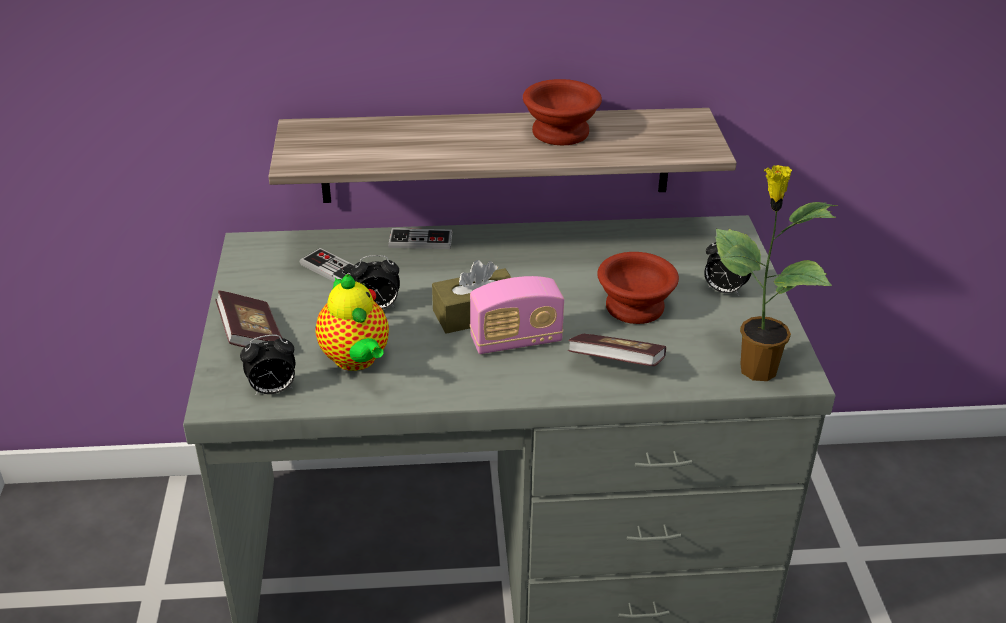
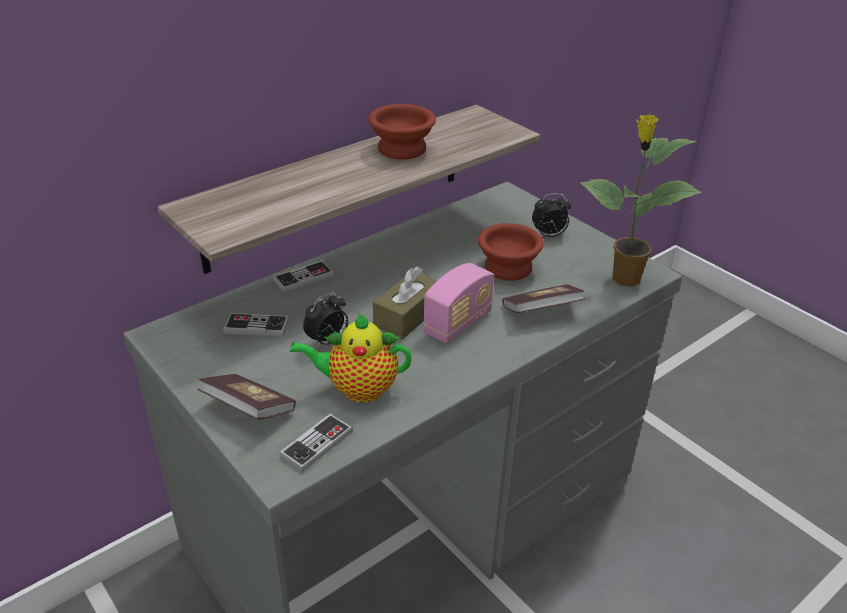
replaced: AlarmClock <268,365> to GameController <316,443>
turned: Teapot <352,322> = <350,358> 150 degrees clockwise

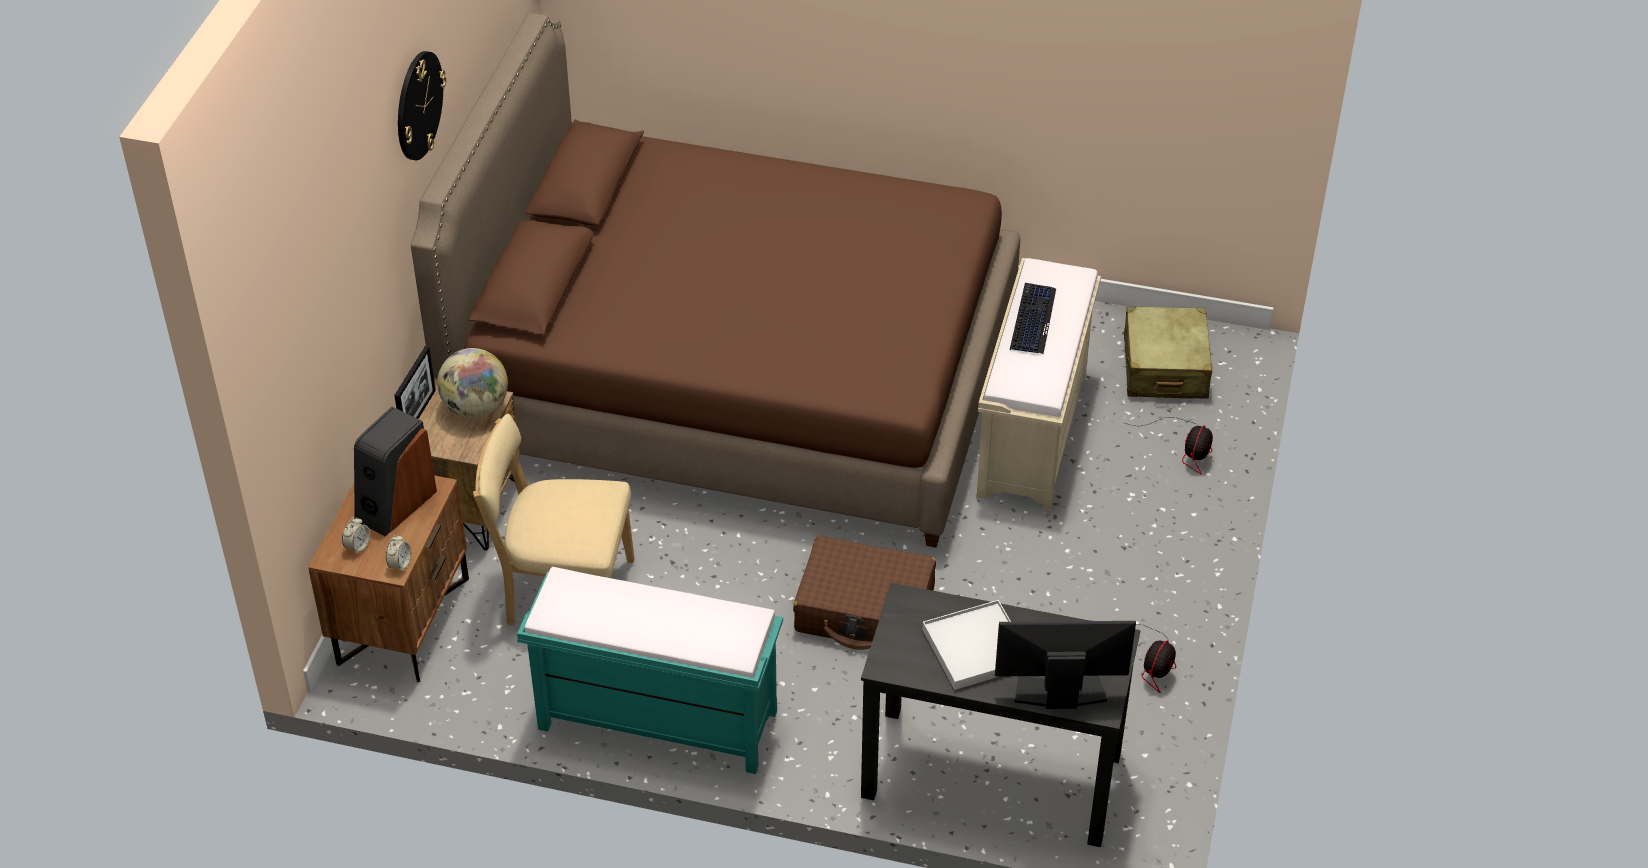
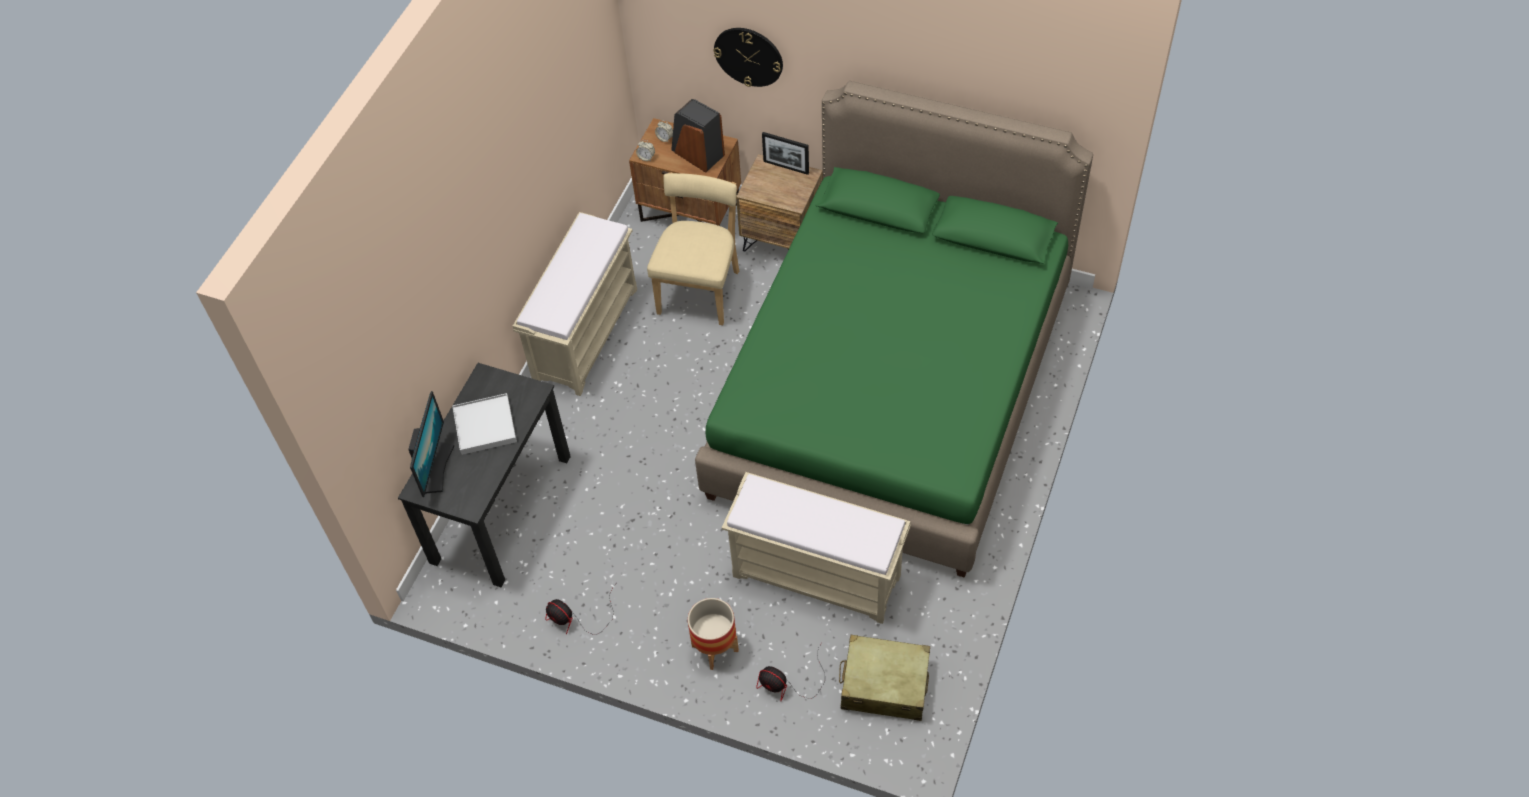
removed: Globe <472,383>; BrownSuitcase <864,593>; Keyboard <1033,318>
added: Planter <713,634>
moved: WallClock <422,105> to <748,57>
recoloured: TurquoiseBench <650,670> to BeigeBench <575,304>; BrownBed <715,280> to GreenBed <894,329>

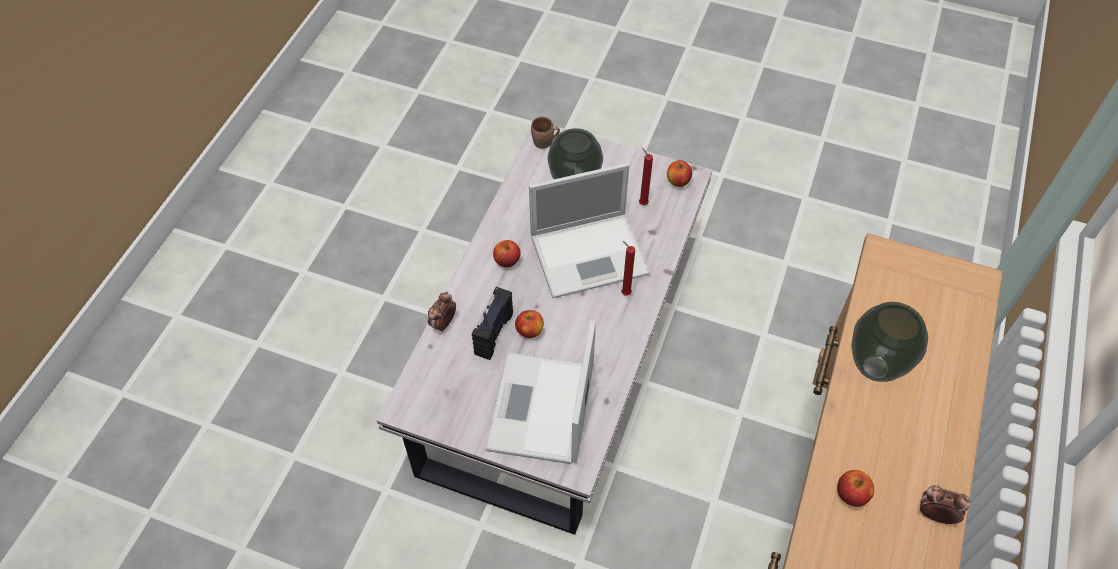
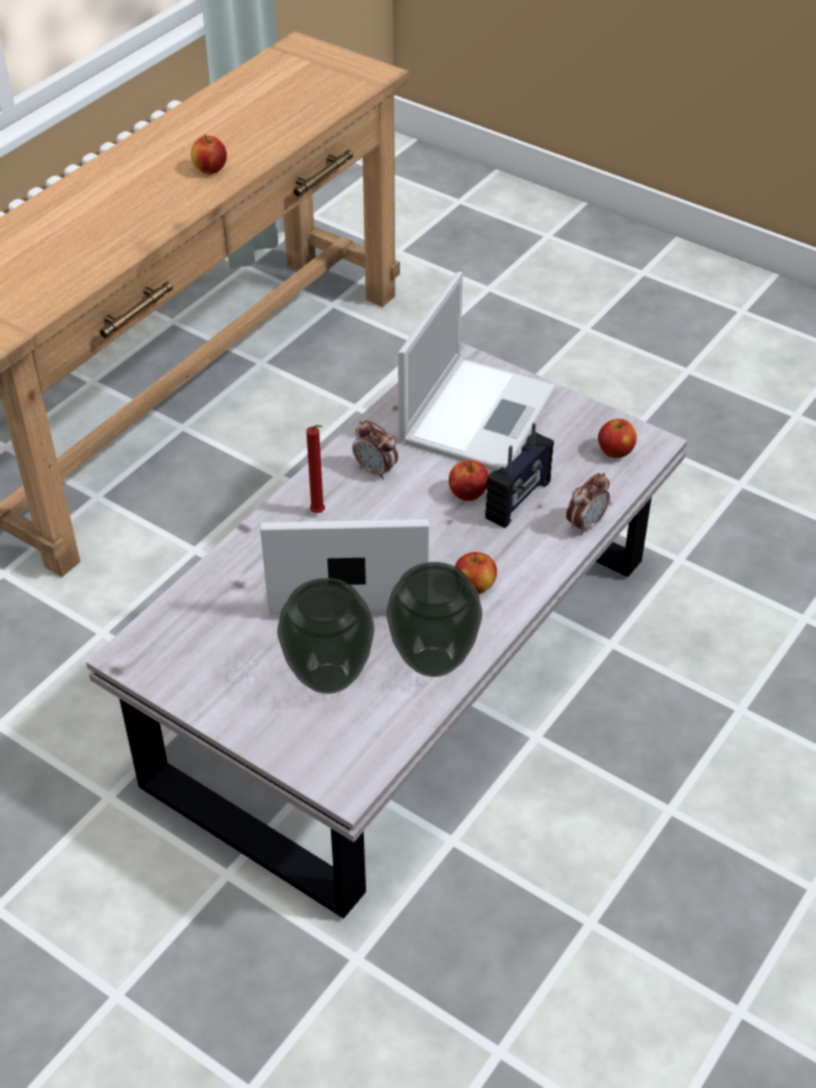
removed: BrownMug <545,133>; RedCandle <646,176>
moved: AlarmClock <945,505> to <375,450>; Vase <890,342> to <434,619>; Apple <679,173> to <617,438>

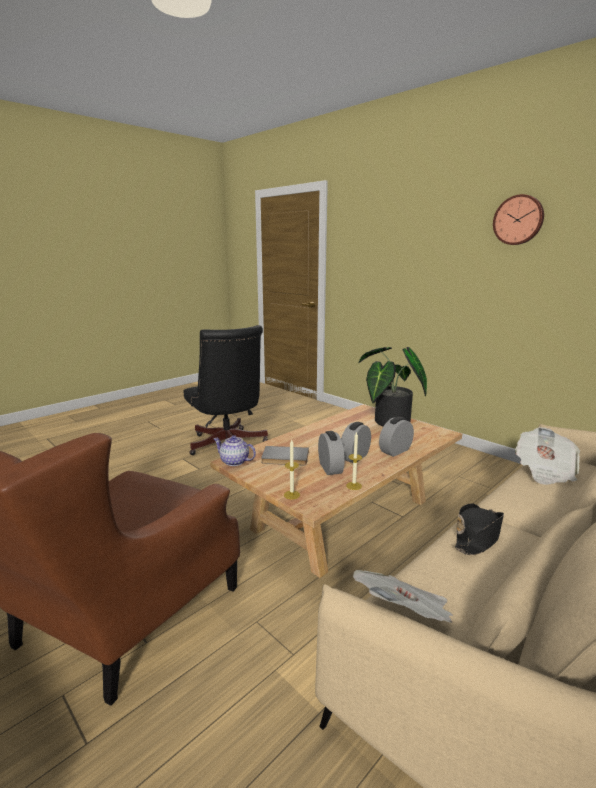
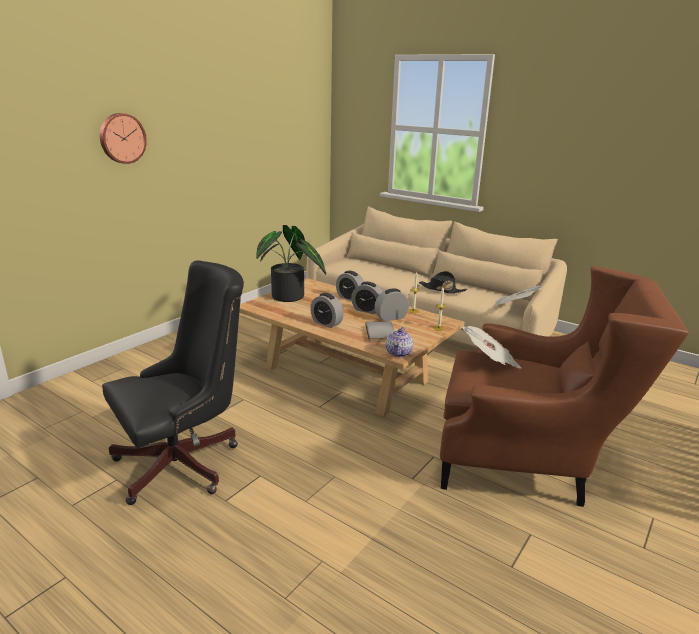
added: AlarmClock <327,310>
moved: WallClock <518,219> to <123,138>; Newspaper <547,456> to <491,347>

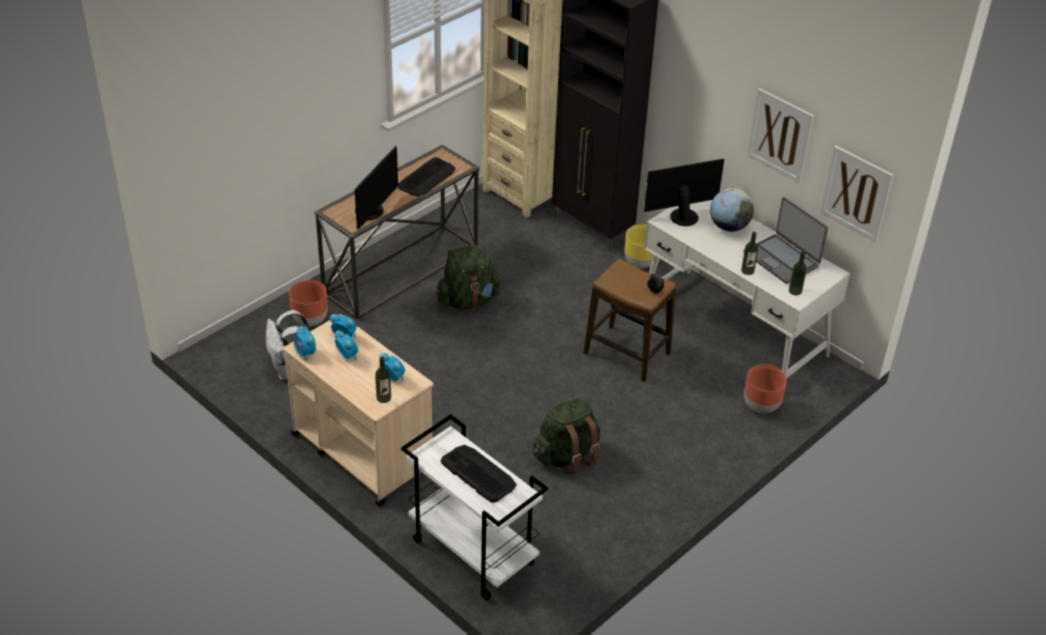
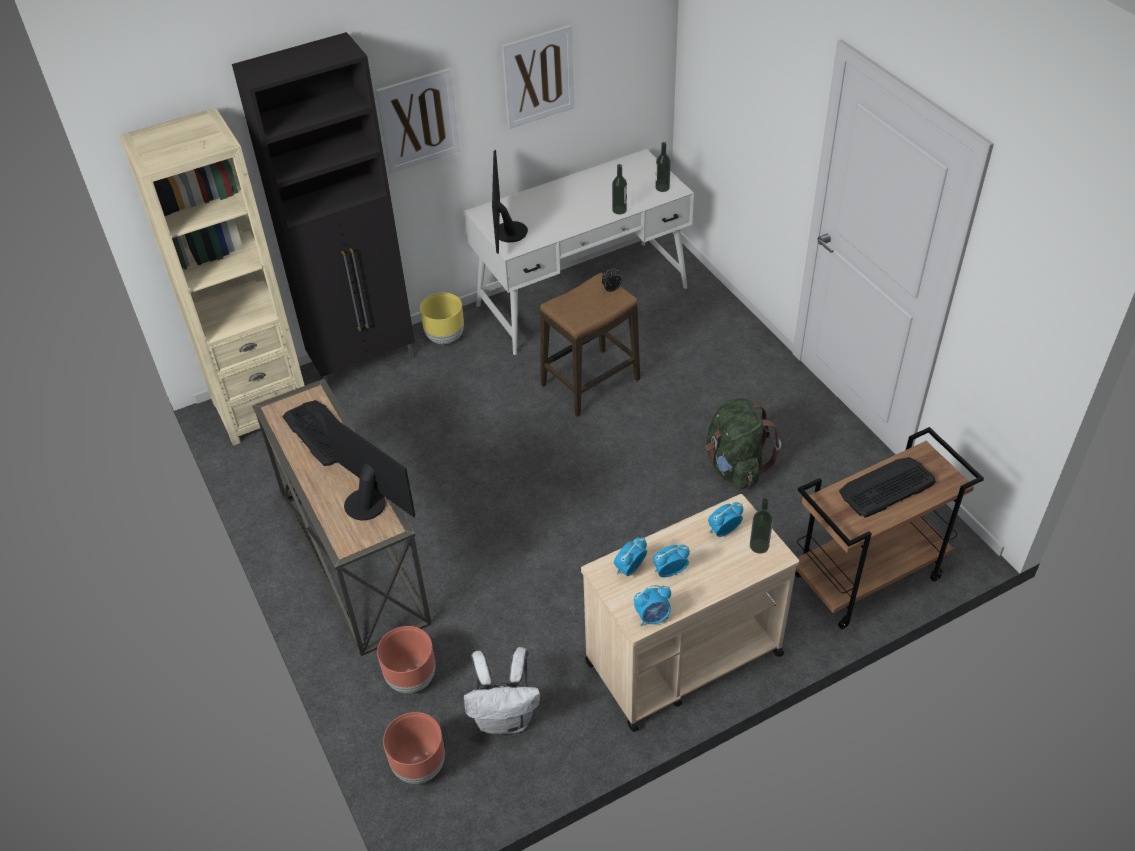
removed: GreenBackpack <468,276>; Globe <732,210>; Laptop <785,240>
moved: Picture <857,194> to <418,120>; BrownPlanter <765,388> to <414,748>
recoloured: WhiteCart <474,507> to BrownCart <889,528>

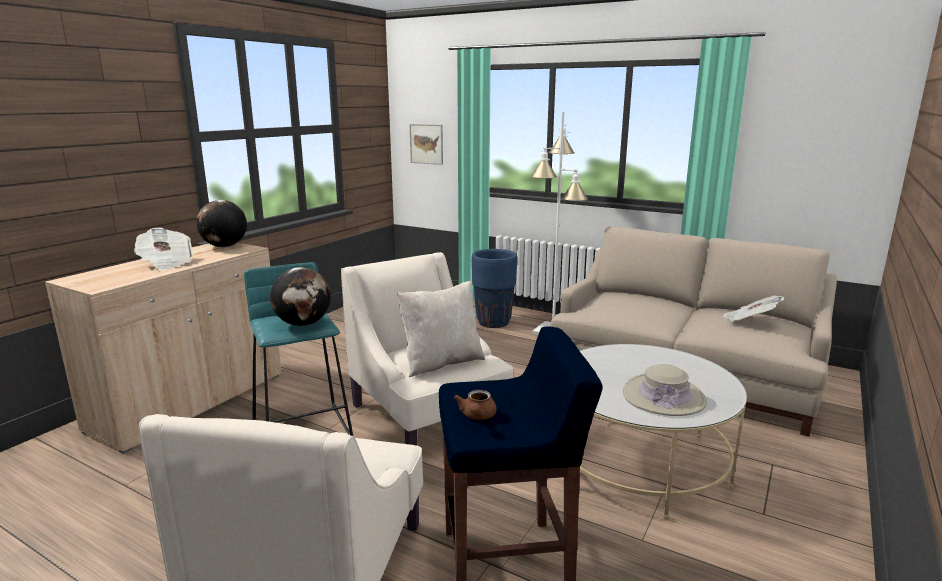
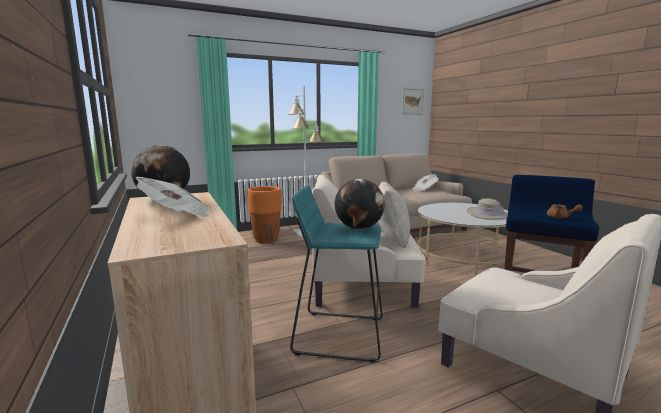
moved: Picture <426,144> to <413,101>
recoloured: BluePlanter <494,288> to OrangePlanter <264,214>

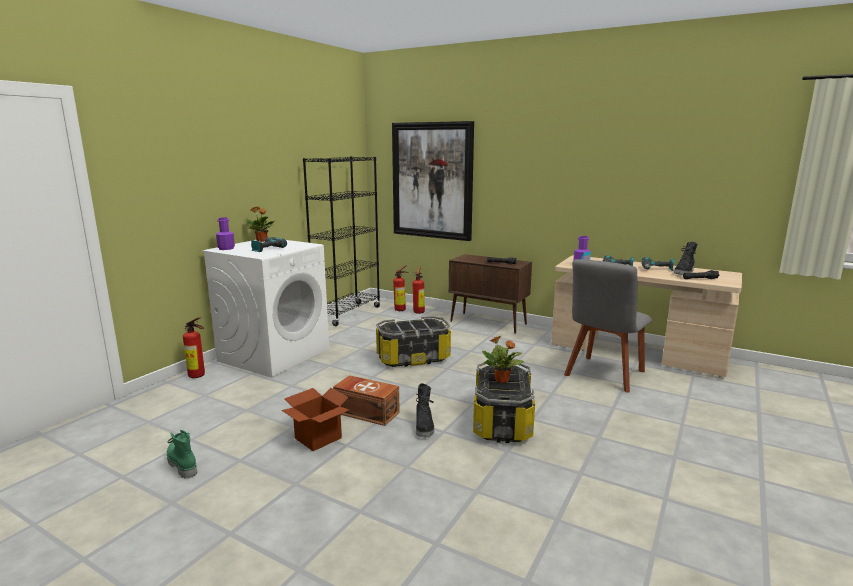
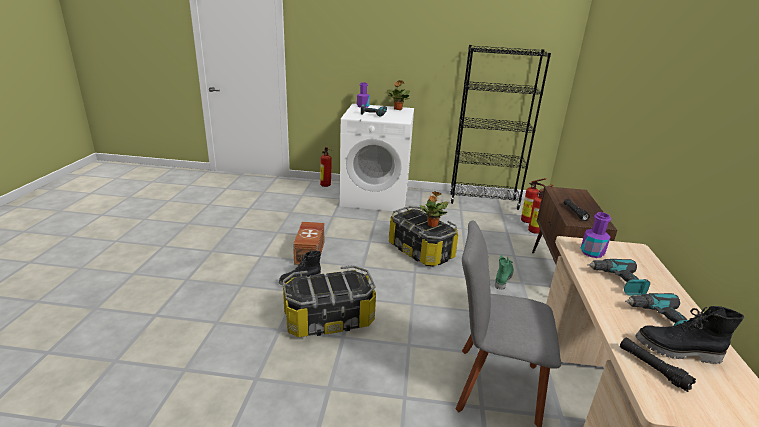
removed: CardboardBox <315,419>; Picture <433,181>
moved: PottedPlant <503,359> to <434,209>; GreenBoot <182,454> to <504,272>

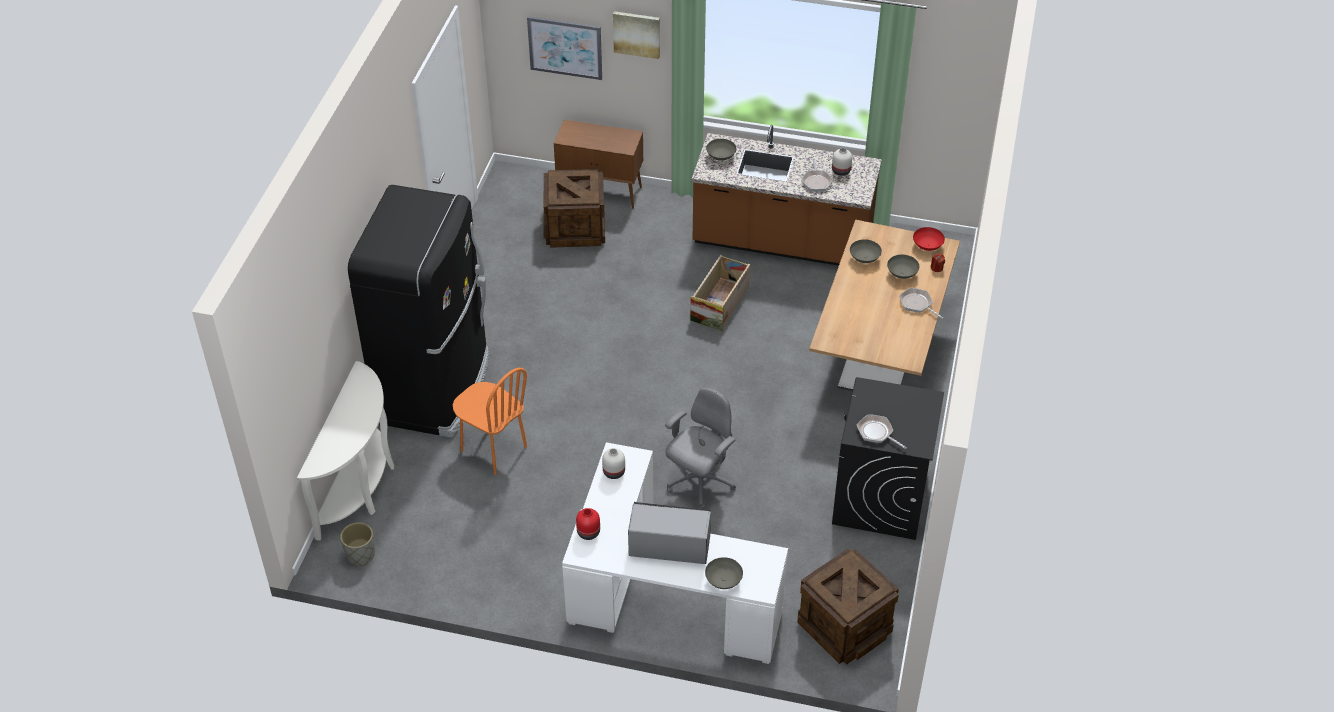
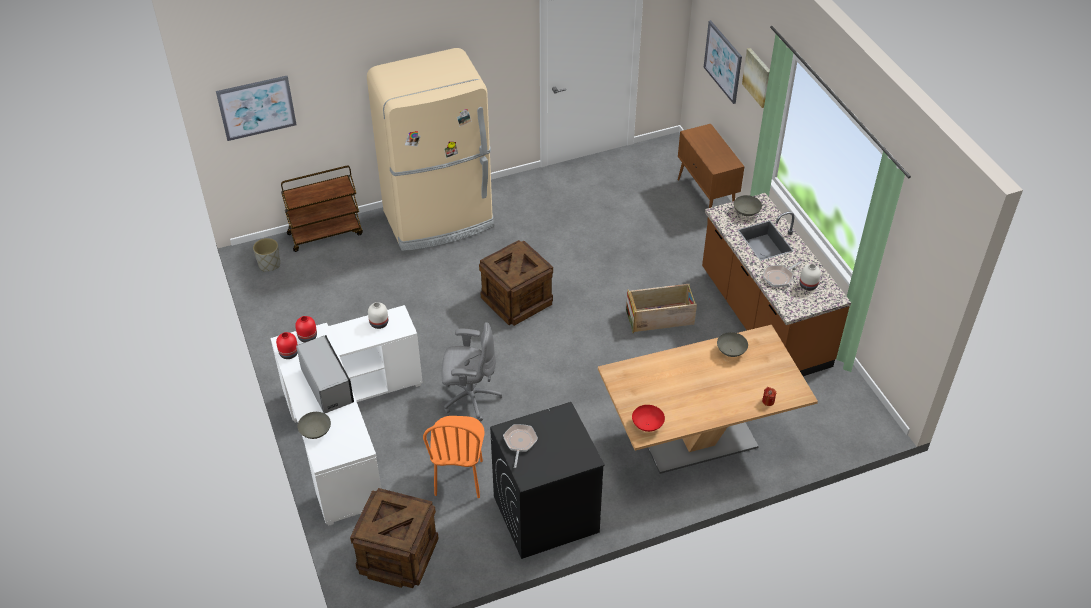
removed: GreyBowl <903,267>; FryingPan <921,303>
added: Picture <256,108>; RedVase <287,345>
moved: OrangeChair <490,421> to <454,457>; Crate <574,208> to <516,283>; RedBowl <929,239> to <648,418>
replaced: WhiteConsoleTable <345,450> to BrownCart <322,209>
recoloured: BlackFridge <418,311> to BeigeFridge <430,149>

